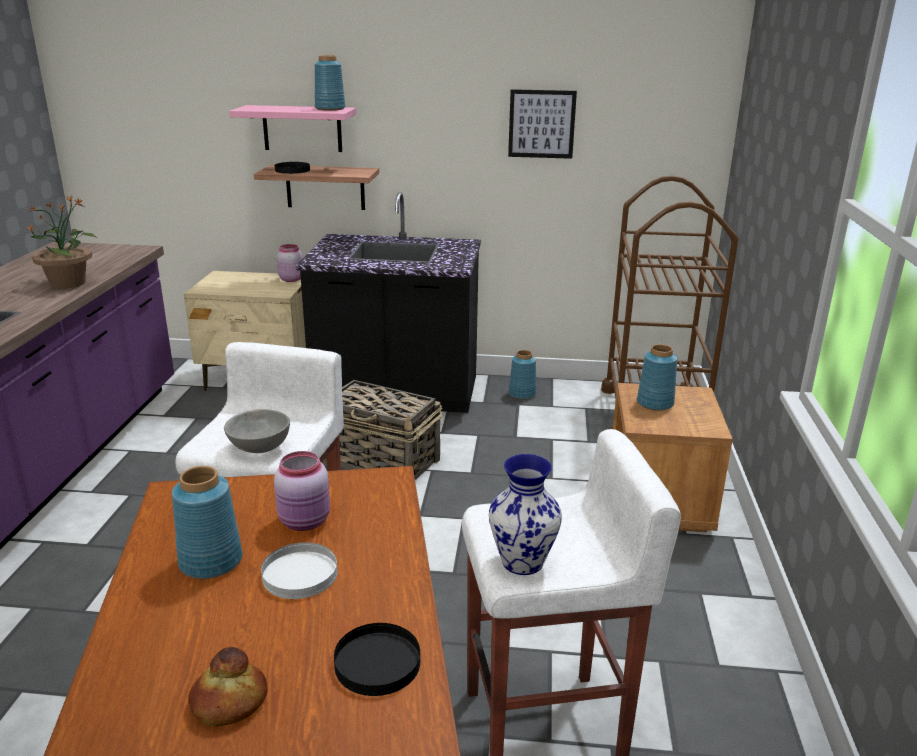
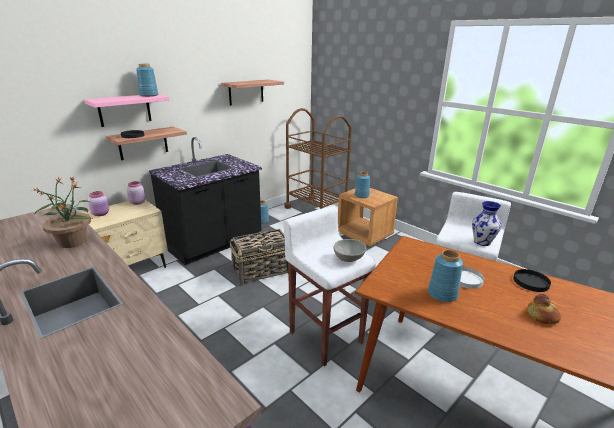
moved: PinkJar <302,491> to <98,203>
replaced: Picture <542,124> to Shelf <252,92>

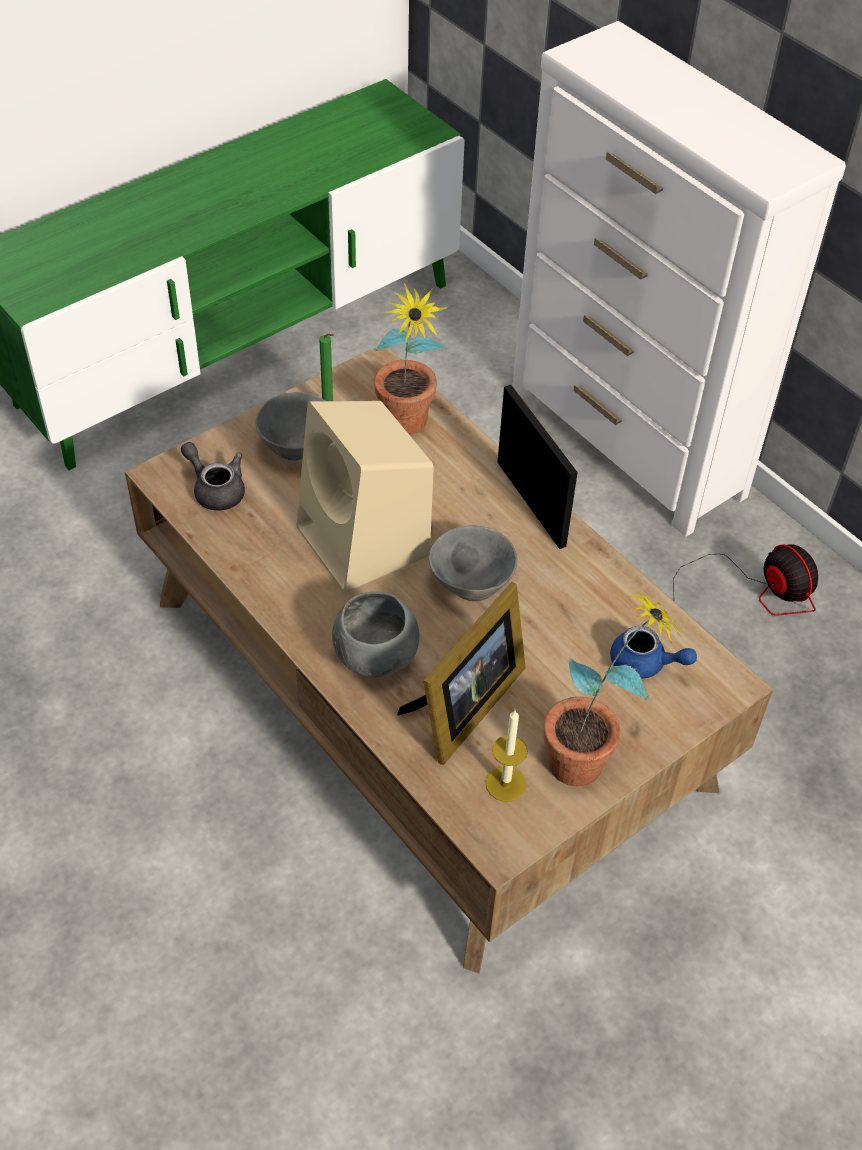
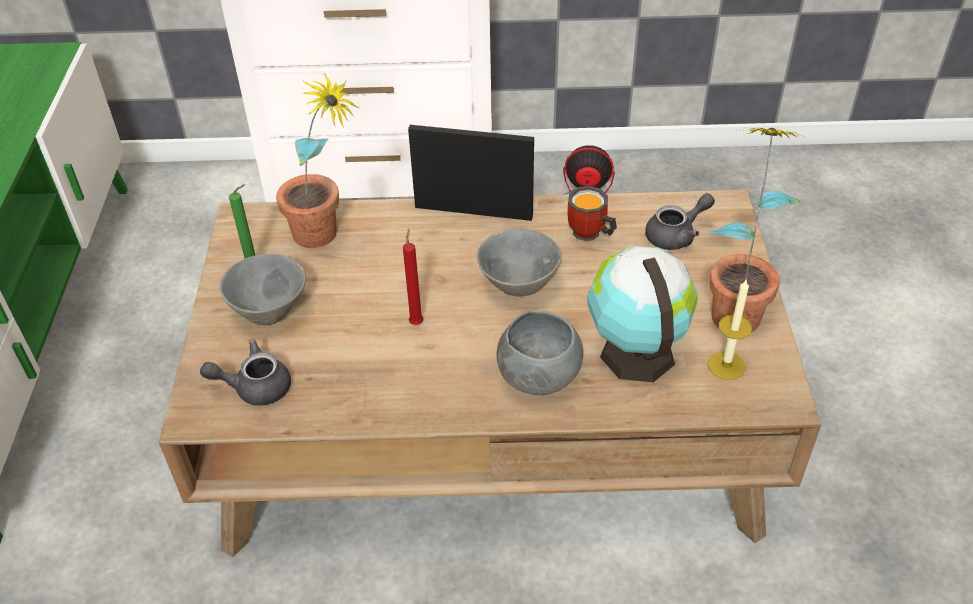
added: Mug <592,214>
replaced: BeigeSpeaker <365,497> to RedCandle <413,277>; PictureFrame <461,673> to Globe <642,314>
recoloured: BlueTeapot <653,652> to GreyTeapot <680,221>

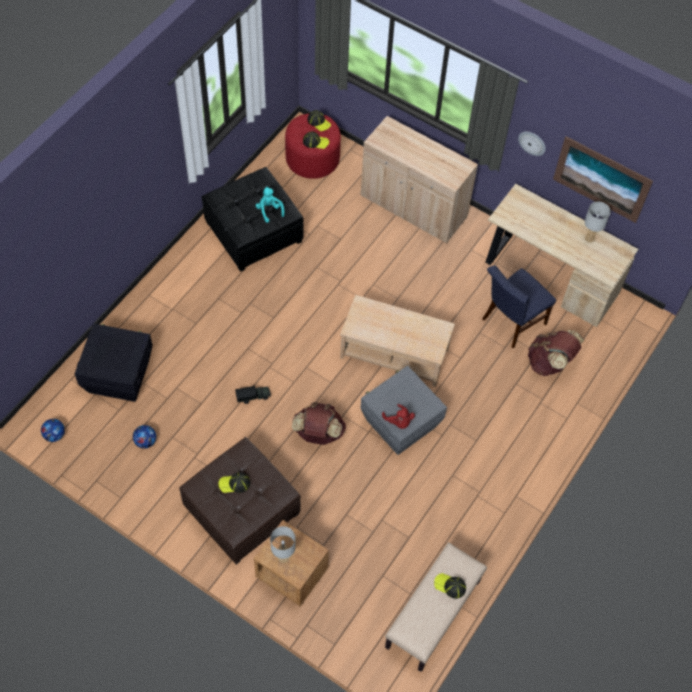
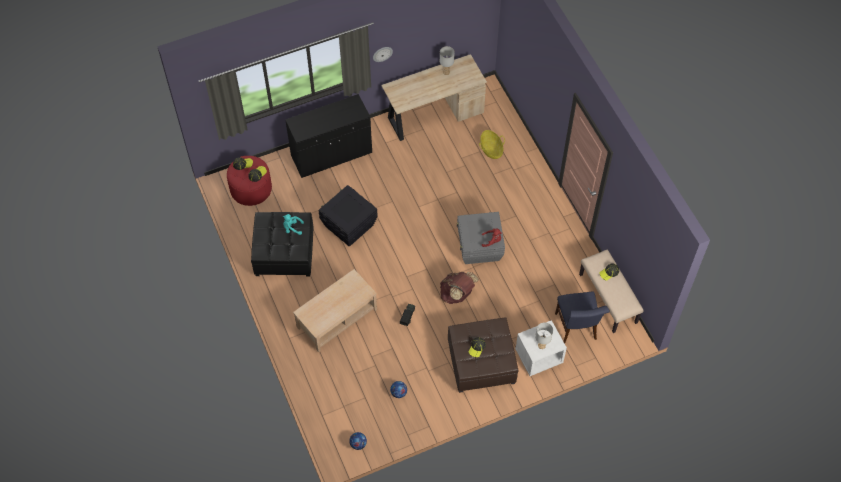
removed: Picture <603,180>
moved: BeigeCoffeeTable <397,341> to <335,310>; BlackStorageBox <113,362> to <348,216>; BlueChair <519,307> to <582,317>
replaced: BrownBackpack <556,353> to Basket <492,144>
recoloured: BeigeCabinet <419,179> to BlackCabinet <328,136>; BrownNightstand <291,563> to WhiteNightstand <541,348>

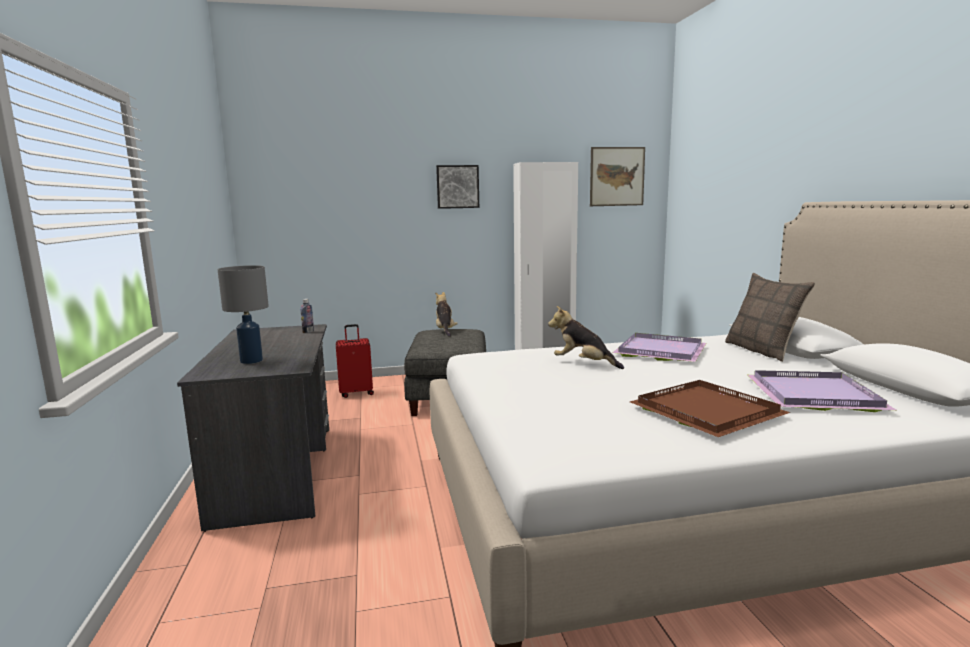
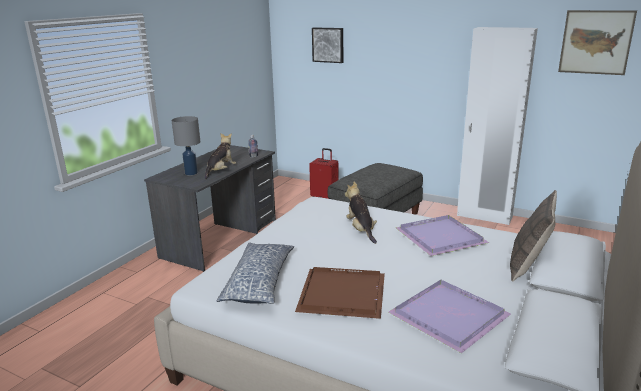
added: Pillow <255,273>
moved: PlushToy <446,314> to <220,156>; Picture <457,187> to <327,45>

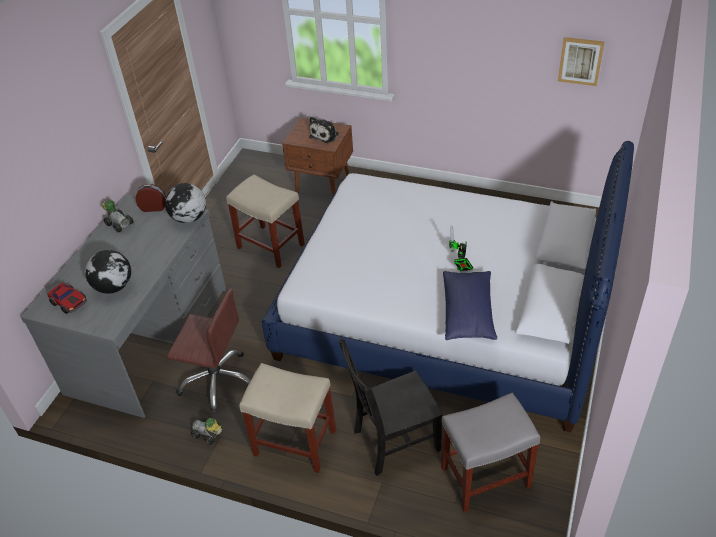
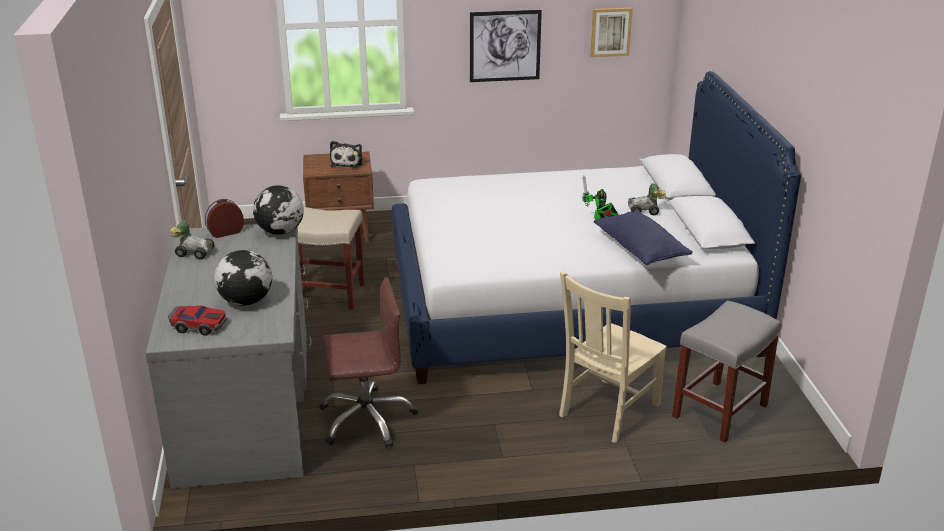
removed: BeigeStool <287,418>
added: Picture <506,46>
moved: ToyCar <207,431> to <647,199>
recoloured: BlackChair <391,407> to BeigeChair <613,357>

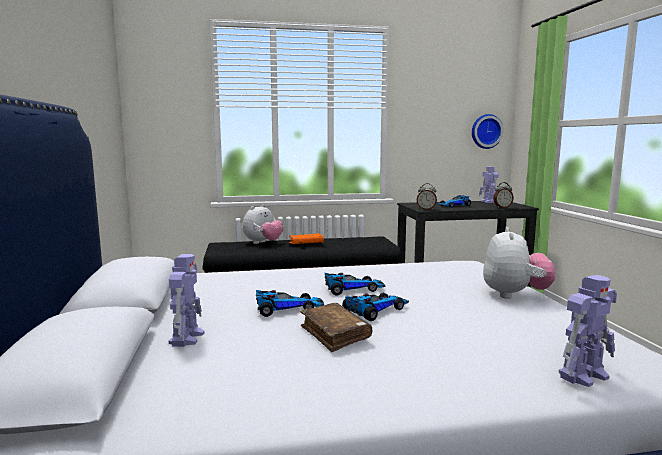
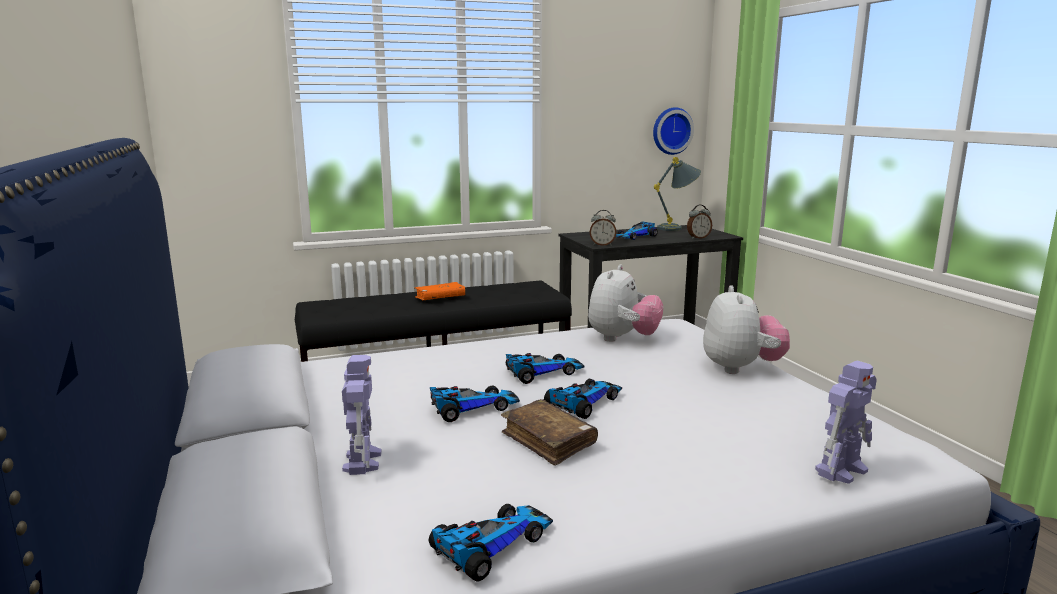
added: ToyCar <490,543>
moved: PlushToy <263,224> to <626,303>
replaced: ToyRobot <489,185> to GreyTableLamp <677,194>

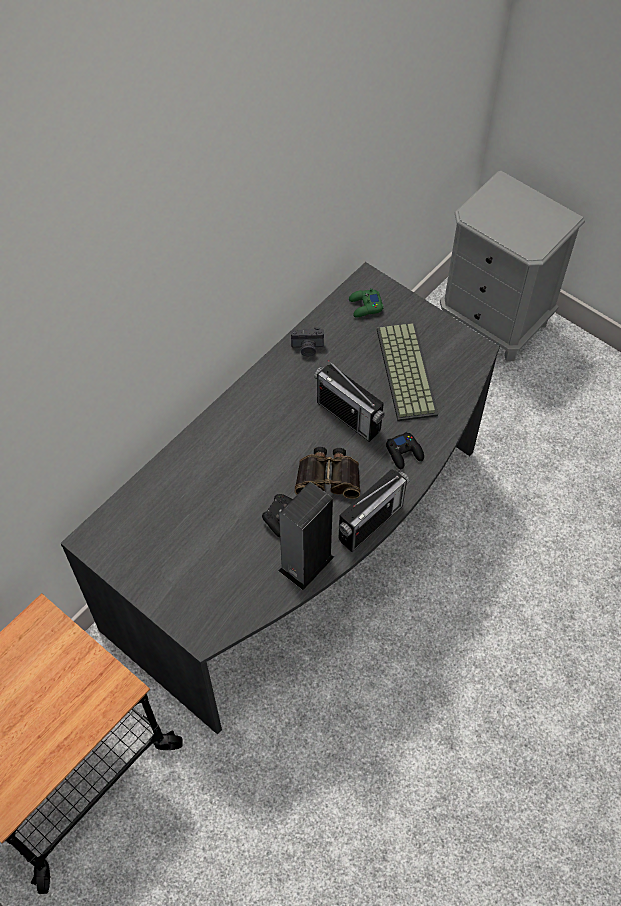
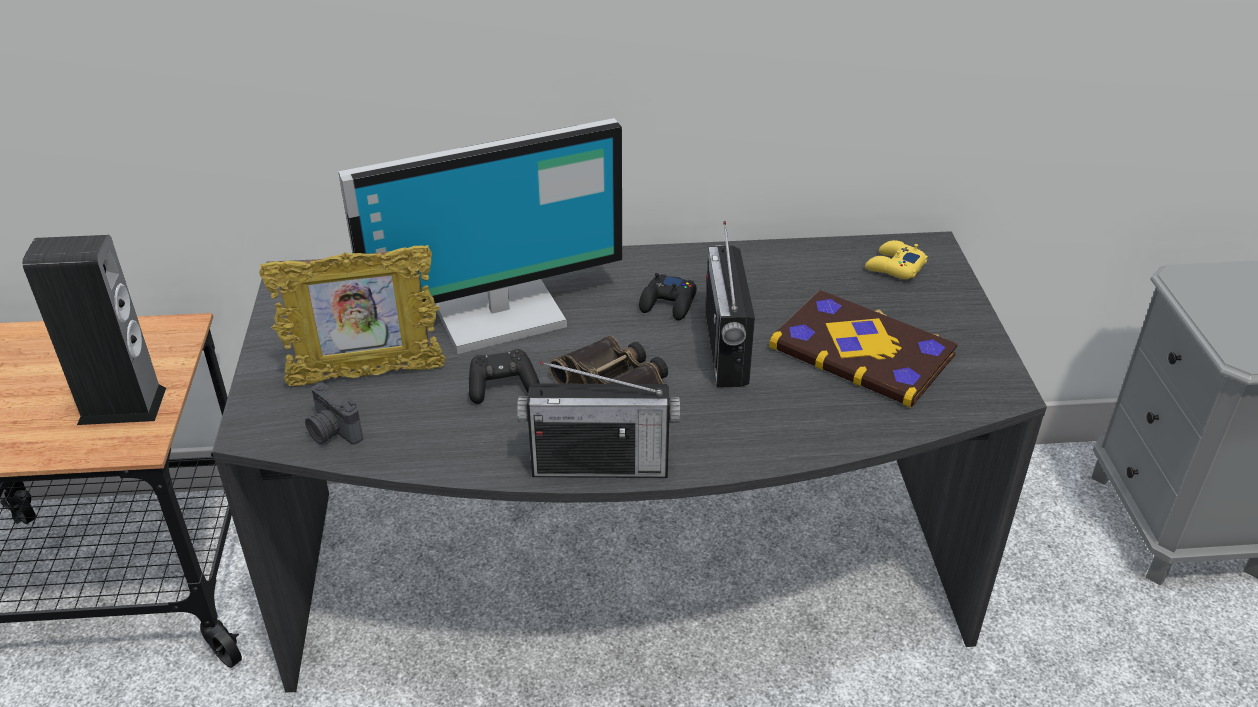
added: PictureFrame <352,315>; Monitor <480,236>
moved: Speaker <306,536> to <94,330>; PhotoCamera <307,341> to <334,414>; BlackGameController <405,450> to <668,296>
replaced: Keyboard <407,372> to Book <863,348>
recoloured: GreenGameController <366,302> to YellowGameController <896,259>

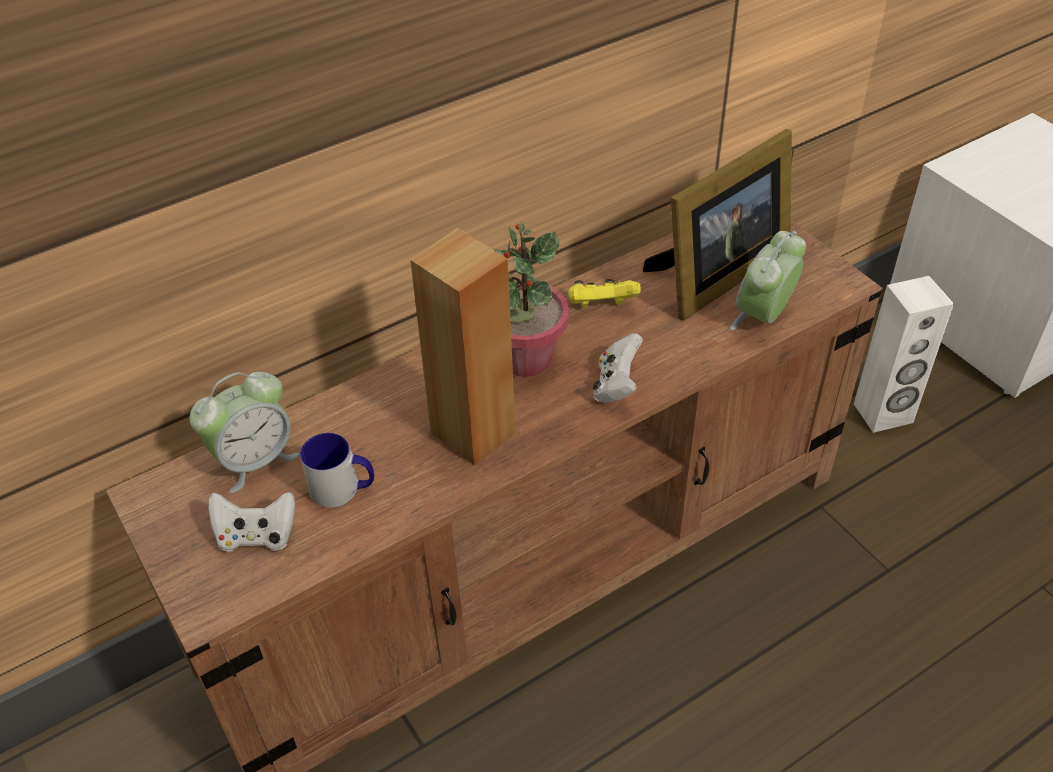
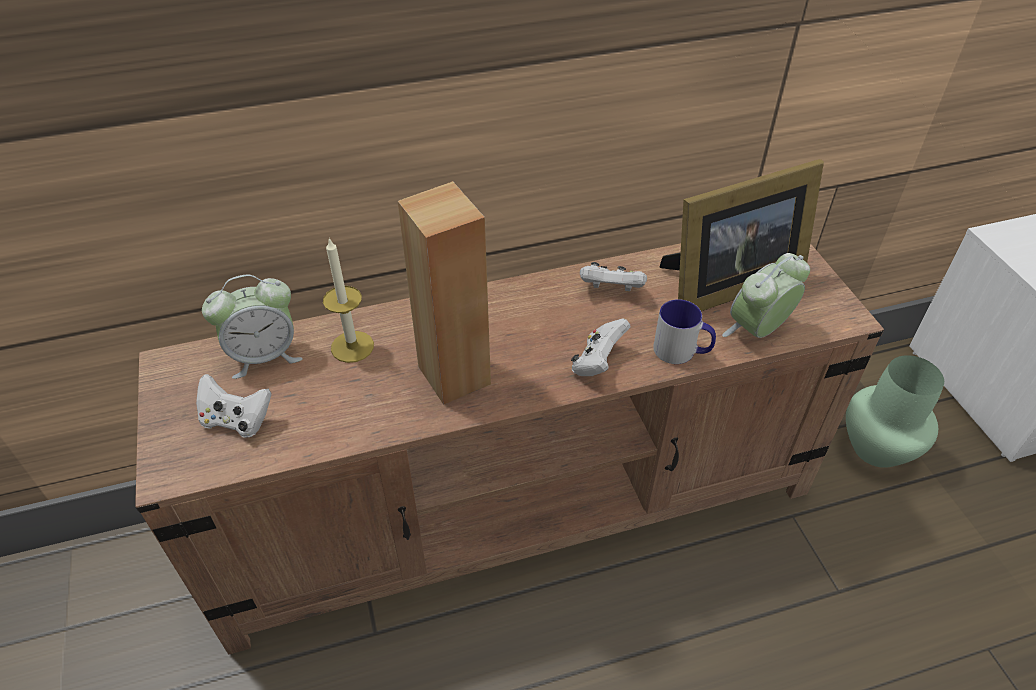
removed: PottedPlant <531,299>
added: Candle <348,300>
moved: Mug <337,470> to <684,331>
replaced: WhiteSpeaker <904,354> to GreenVase <895,411>
recoloured: YellowGameController <604,293> to WhiteGameController <613,277>

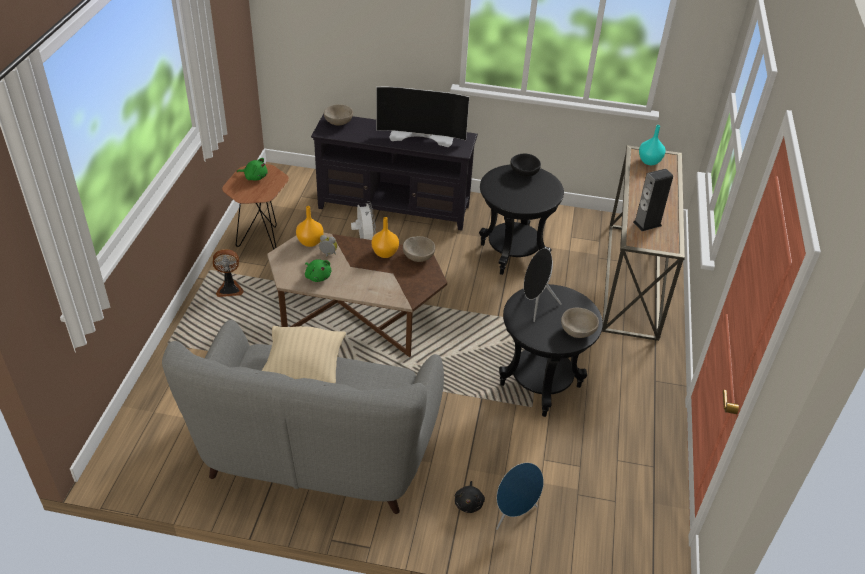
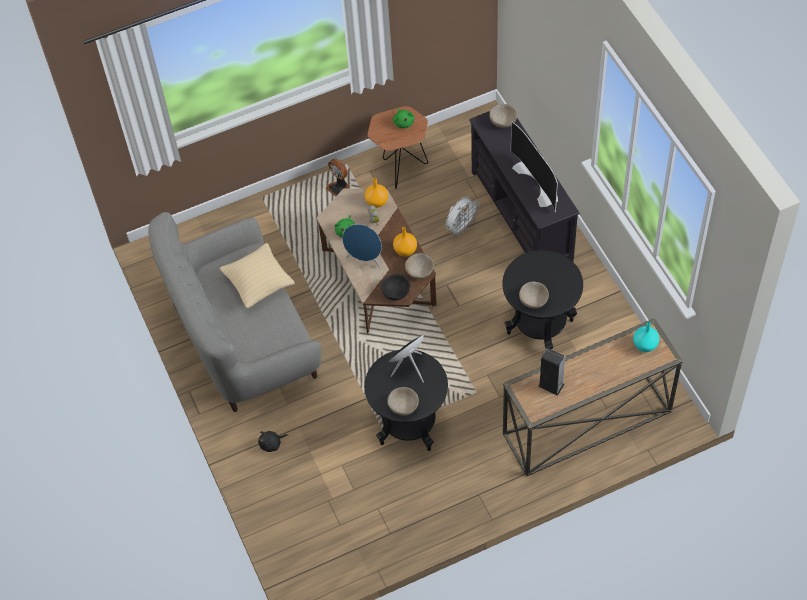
added: BeigeBowl <534,295>
moved: BlueSpeaker <520,496> to <362,246>; BlackBowl <526,165> to <395,287>

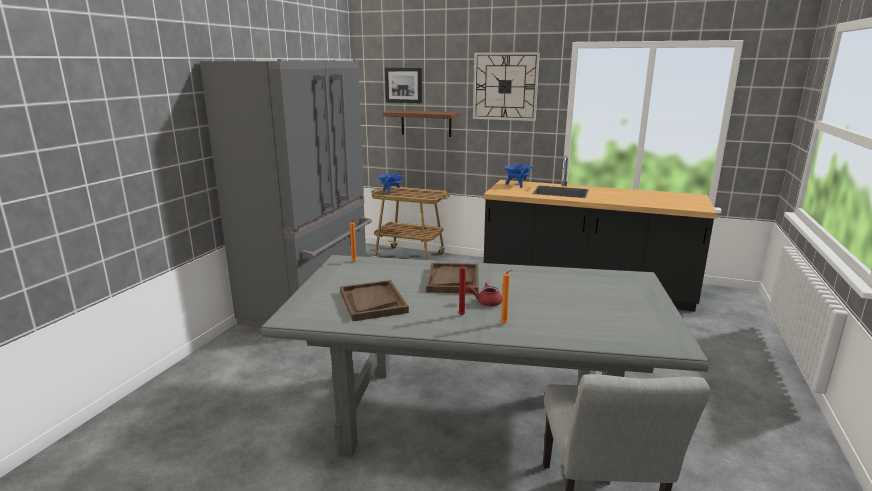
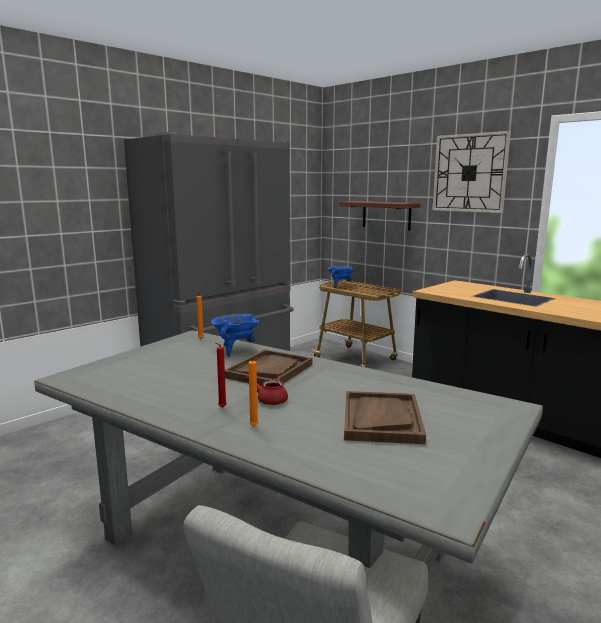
removed: Picture <403,85>
moved: BlueCookingPot <518,175> to <235,335>; BrownTray <374,300> to <385,417>

